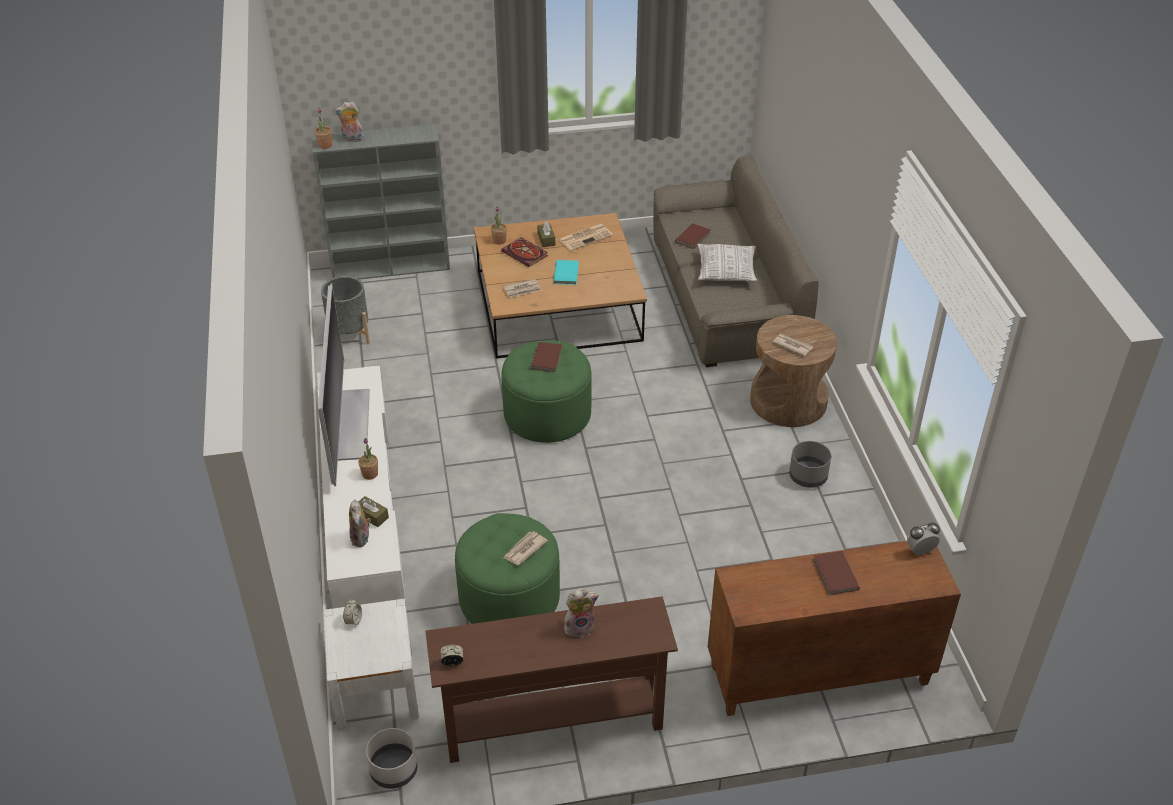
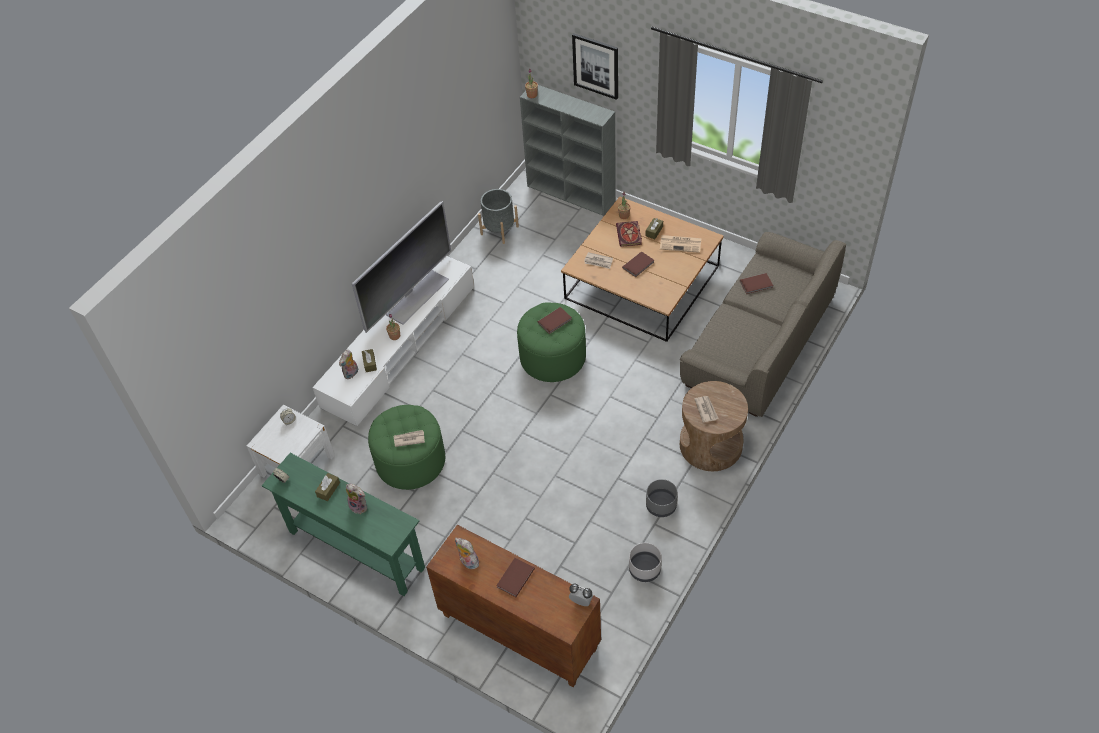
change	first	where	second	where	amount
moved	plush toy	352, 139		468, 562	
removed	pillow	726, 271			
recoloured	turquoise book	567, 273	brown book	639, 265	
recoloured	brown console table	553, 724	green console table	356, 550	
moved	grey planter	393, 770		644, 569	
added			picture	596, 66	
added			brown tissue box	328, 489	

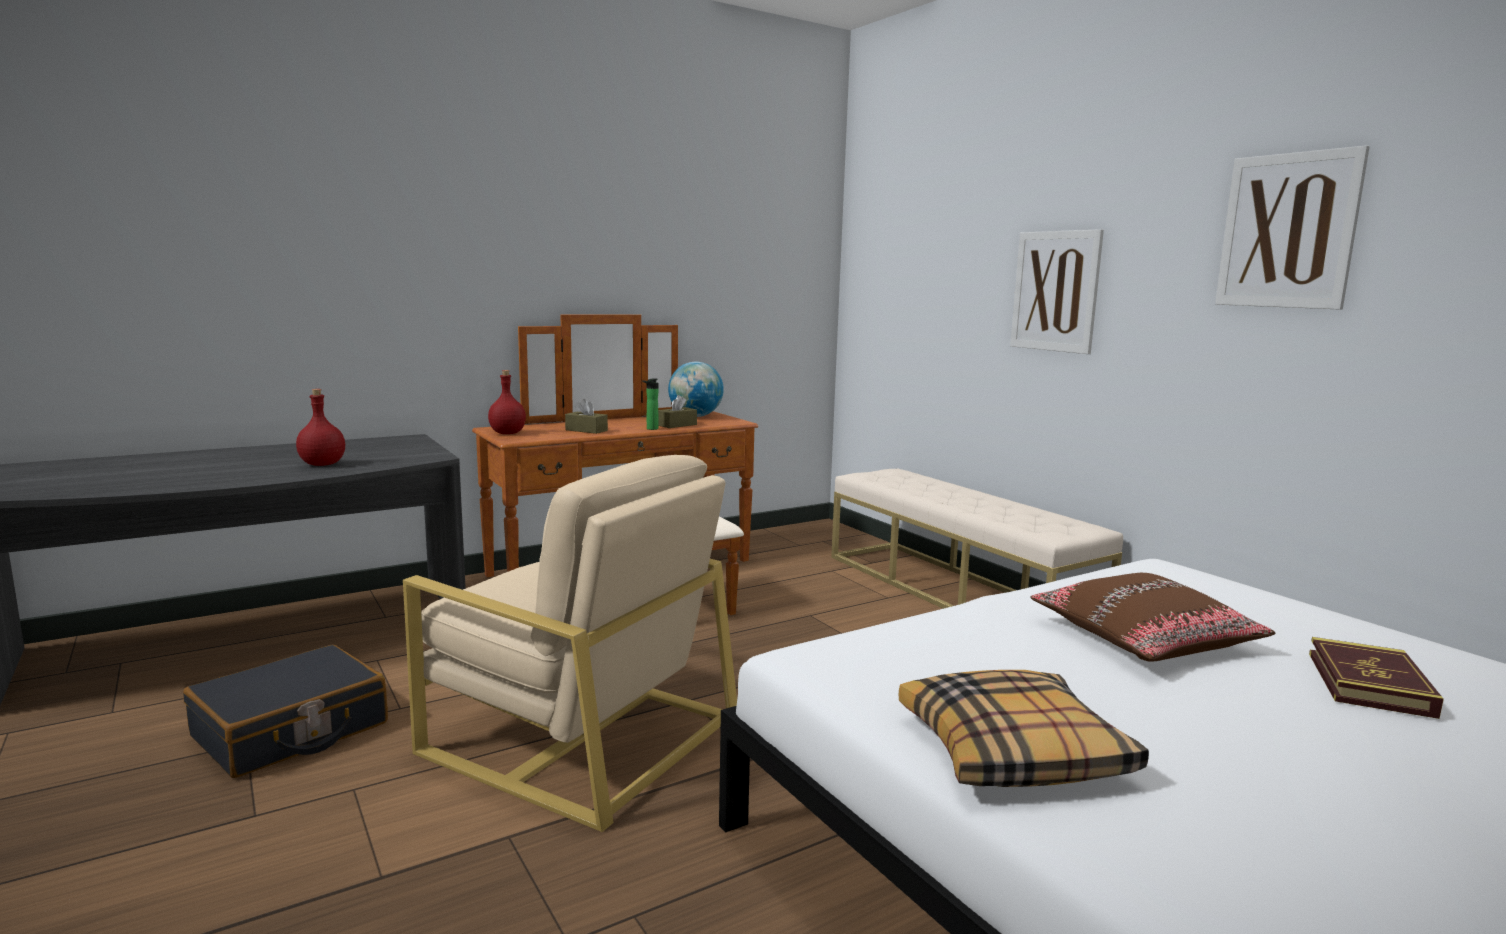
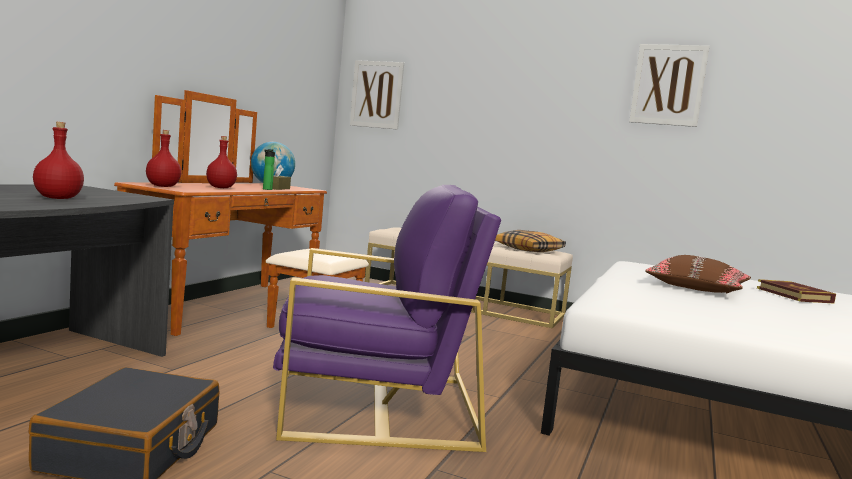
change	first	where	second	where	amount
moved	picture	1055, 291		377, 94	
replaced	brown tissue box	586, 430	red bottle	221, 188	
recoloured	beige armchair	580, 734	purple armchair	377, 405	
moved	pillow	1012, 752		529, 250	

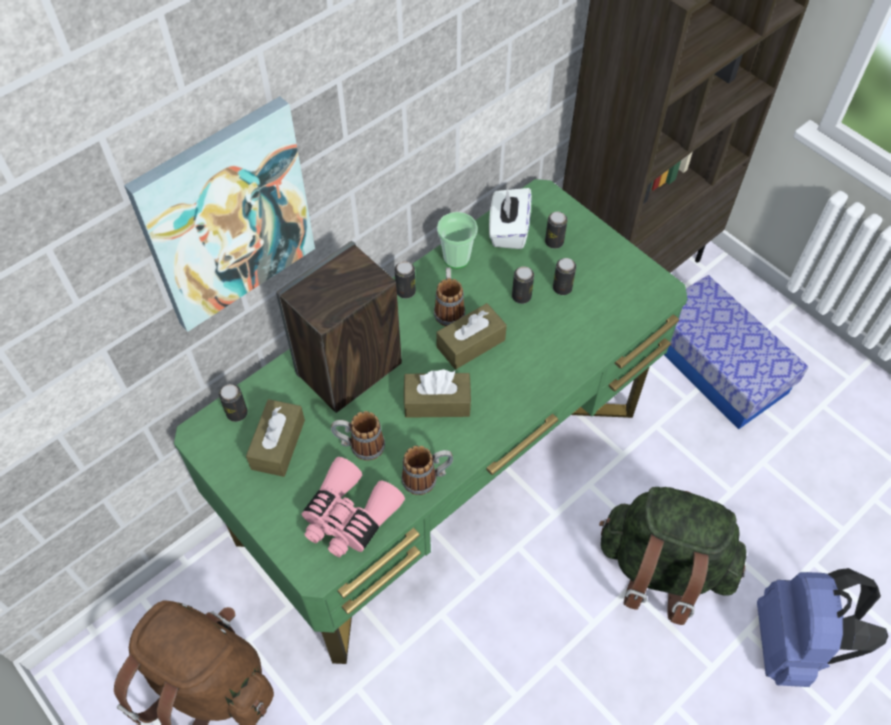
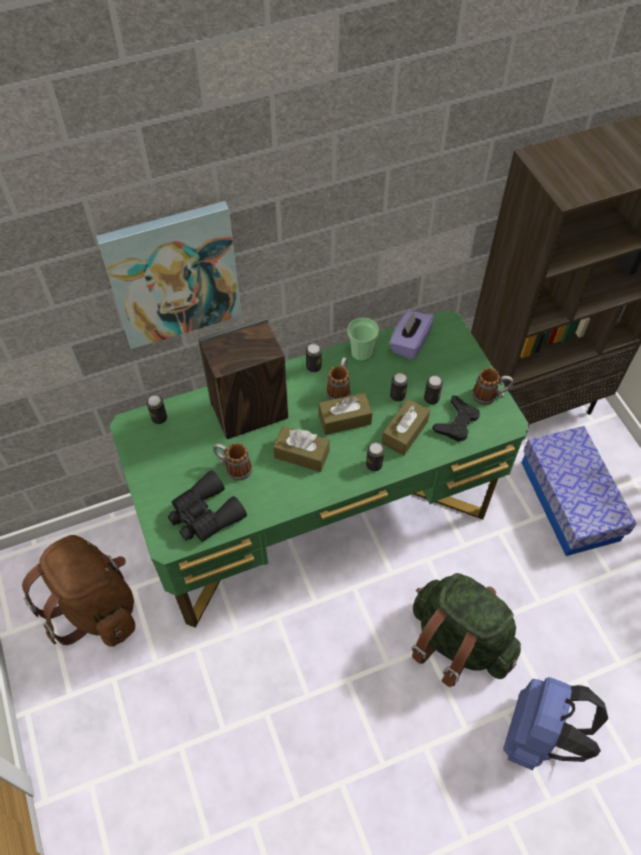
change	first	where	second	where	amount
recoloured	white tissue box	508, 230	purple tissue box	409, 343	
moved	can	554, 242		374, 465	
moved	brown tissue box	278, 444		404, 432	
moved	mug	427, 478		489, 396	
recoloured	pink binoculars	348, 516	black binoculars	205, 515	
added			black game controller	456, 422	

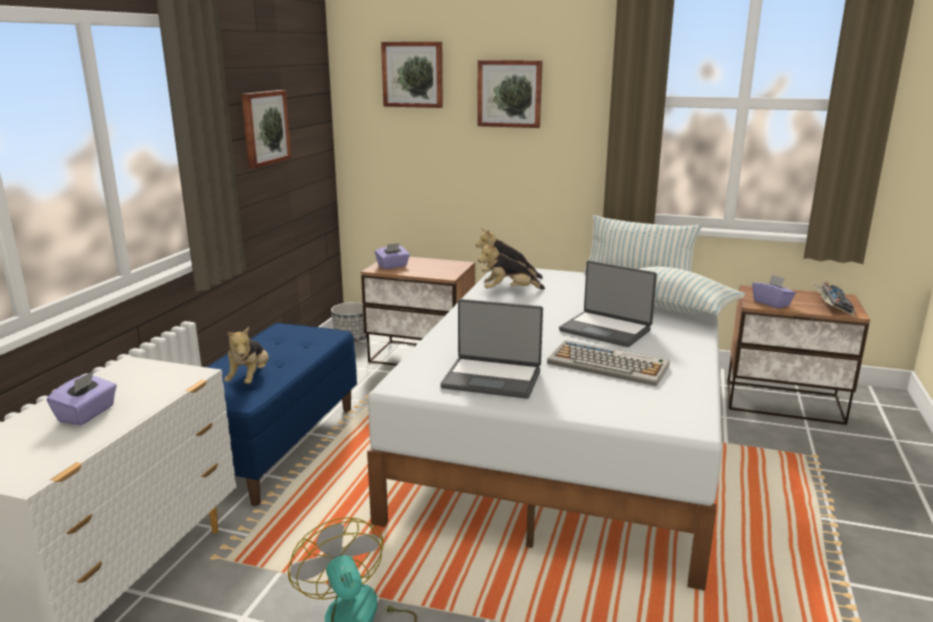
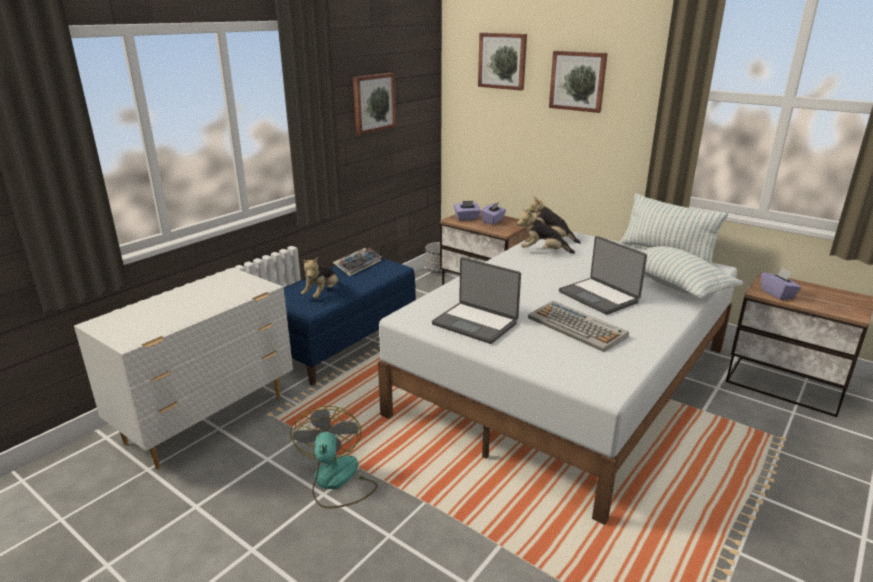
change	first	where	second	where	amount
moved	keyboard	832, 304		358, 265	
moved	purple tissue box	87, 414		493, 221	

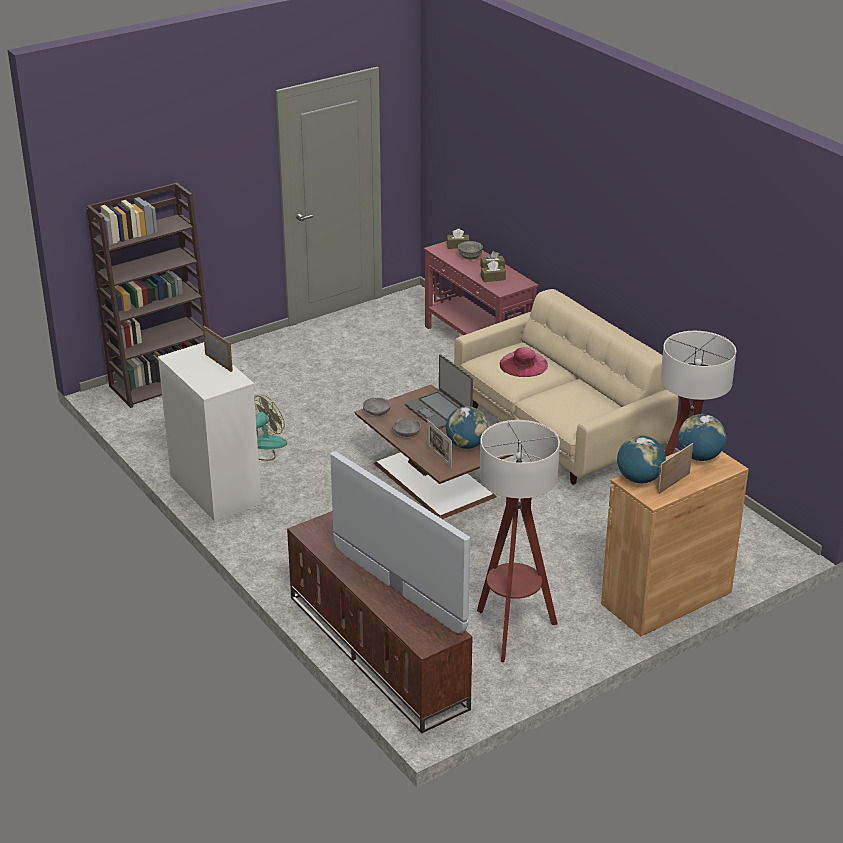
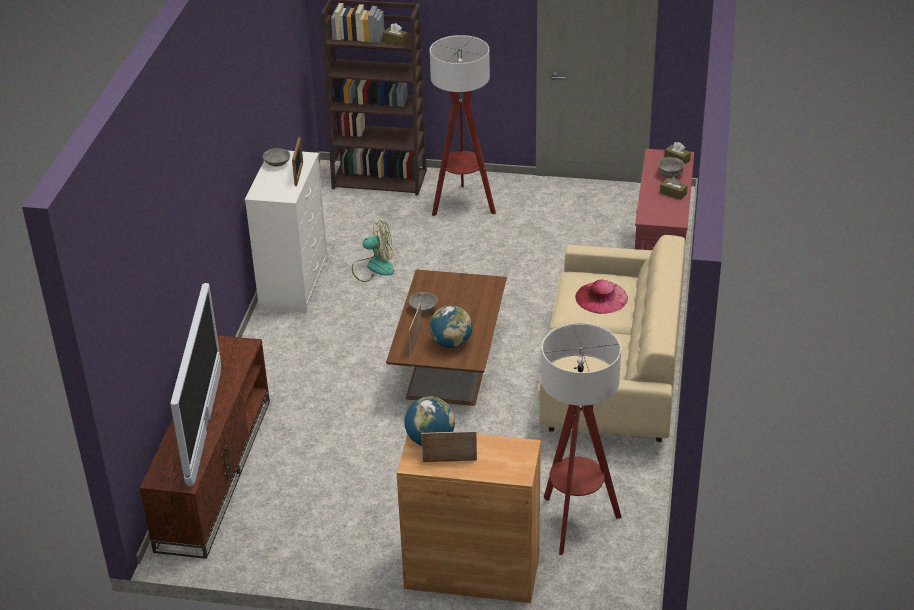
change	first	where	second	where	amount
moved	brown tissue box	493, 278		395, 41	
removed	laptop	439, 411			
moved	grey bowl	376, 413		276, 163	
removed	globe	699, 457			
moved	floor lamp	512, 631		463, 204	

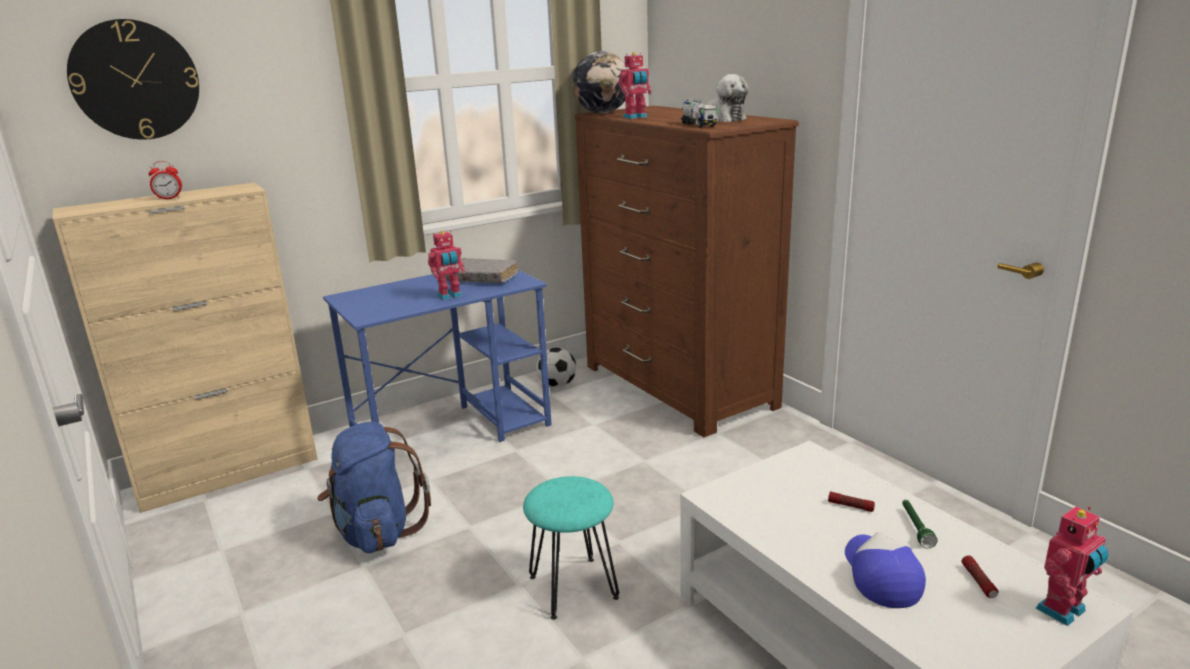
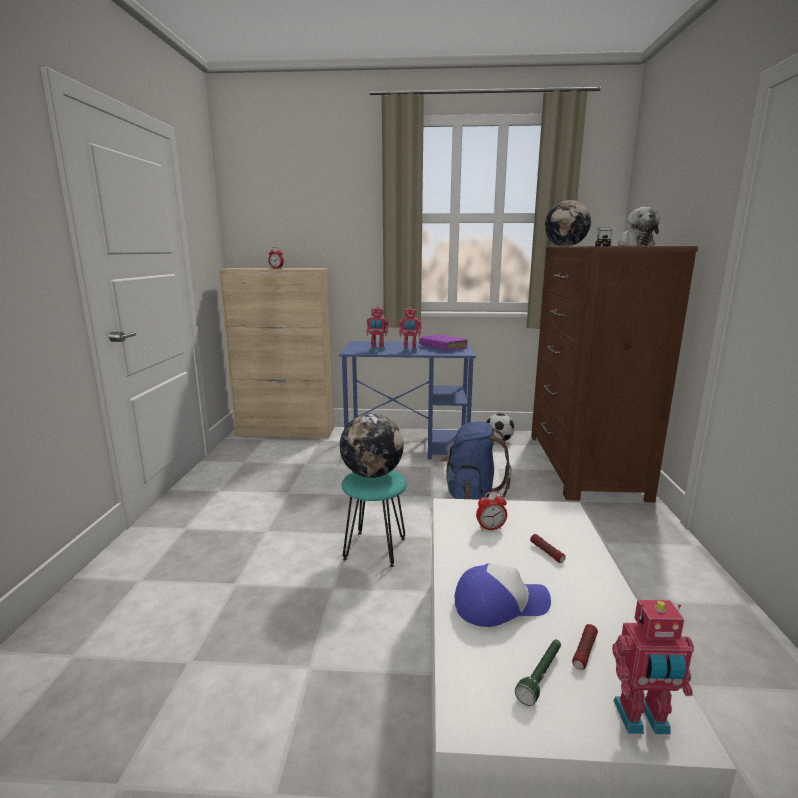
change	first	where	second	where	amount
removed	wall clock	135, 80			
moved	toy robot	635, 117		377, 350	
recoloured	grey book	482, 278	purple book	443, 347	
moved	blue backpack	376, 532		471, 495	
moved	green flashlight	915, 528		541, 676	
turned	cap	880, 575		500, 604	45 degrees clockwise
added			globe	372, 474	
added			alarm clock	490, 528	

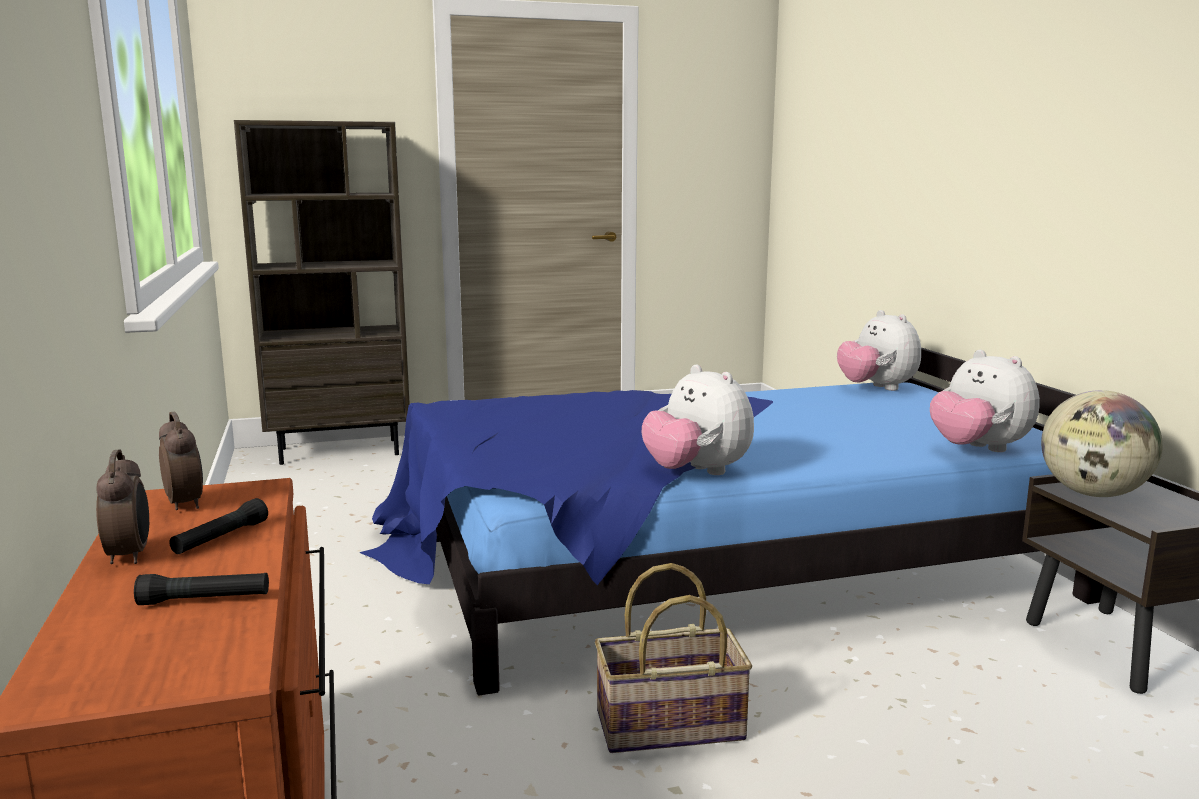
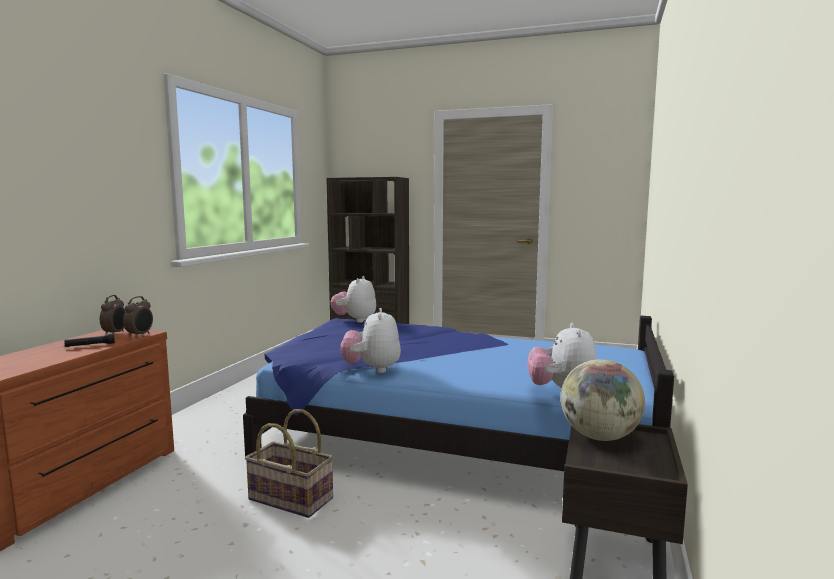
change	first	where	second	where	amount
moved	plush toy	876, 388		355, 320	
moved	alarm clock	130, 555		140, 335	
removed	black flashlight	204, 600			

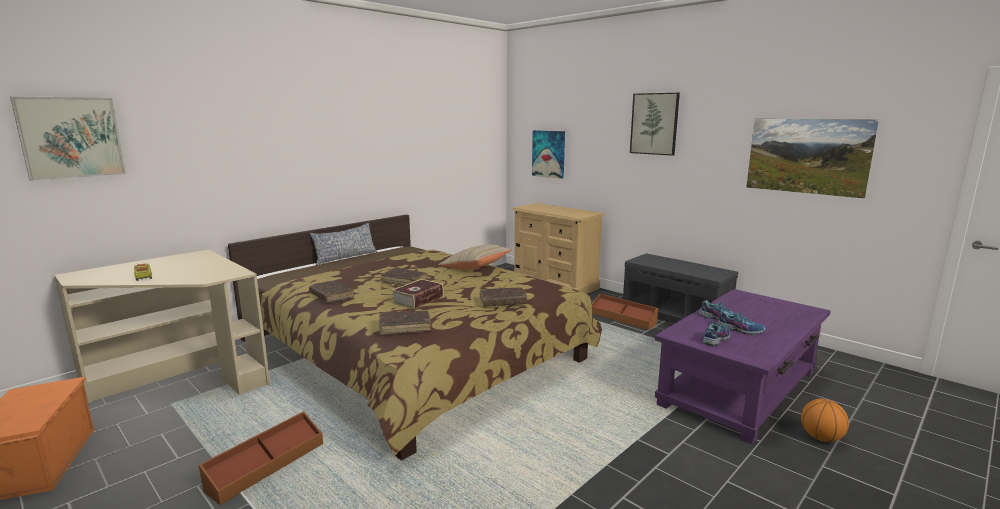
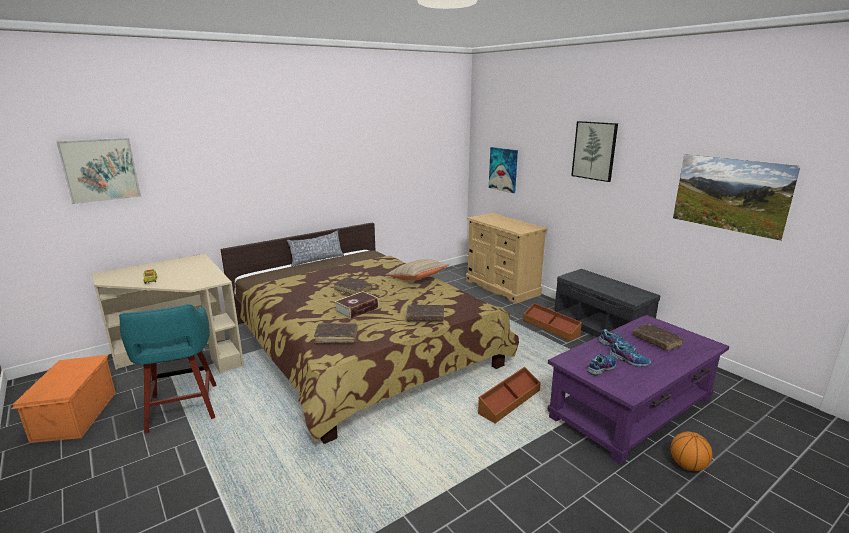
change	first	where	second	where	amount
moved	brown book	331, 296		656, 341	
moved	brown storage box	266, 466		509, 401	
added			turquoise stool	182, 409	

